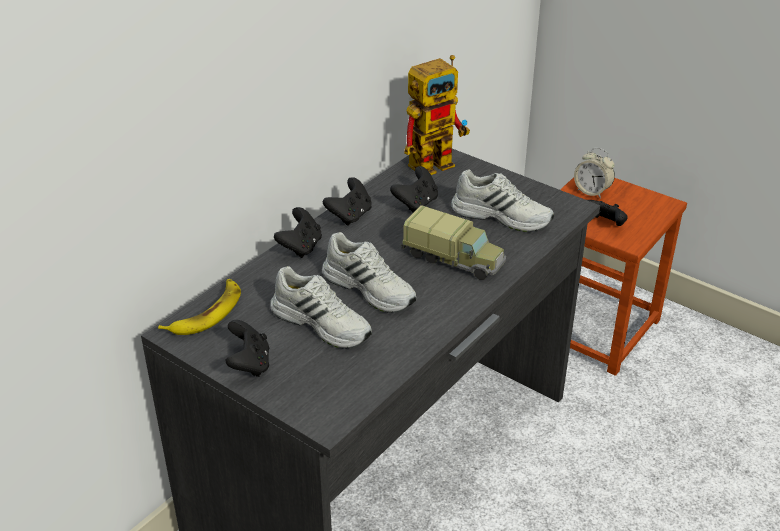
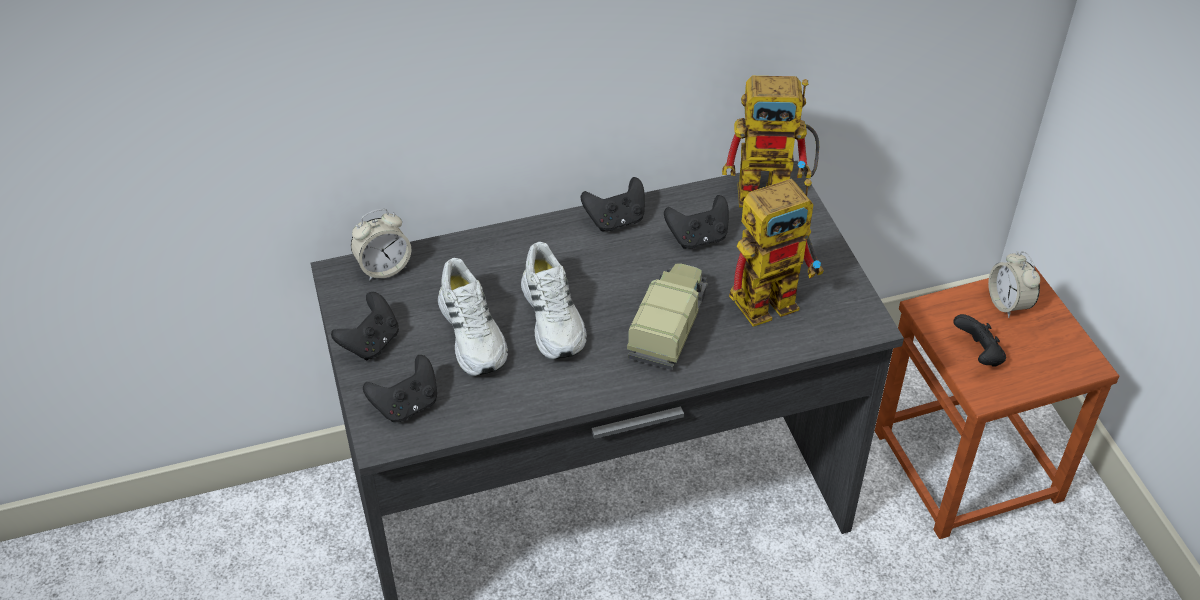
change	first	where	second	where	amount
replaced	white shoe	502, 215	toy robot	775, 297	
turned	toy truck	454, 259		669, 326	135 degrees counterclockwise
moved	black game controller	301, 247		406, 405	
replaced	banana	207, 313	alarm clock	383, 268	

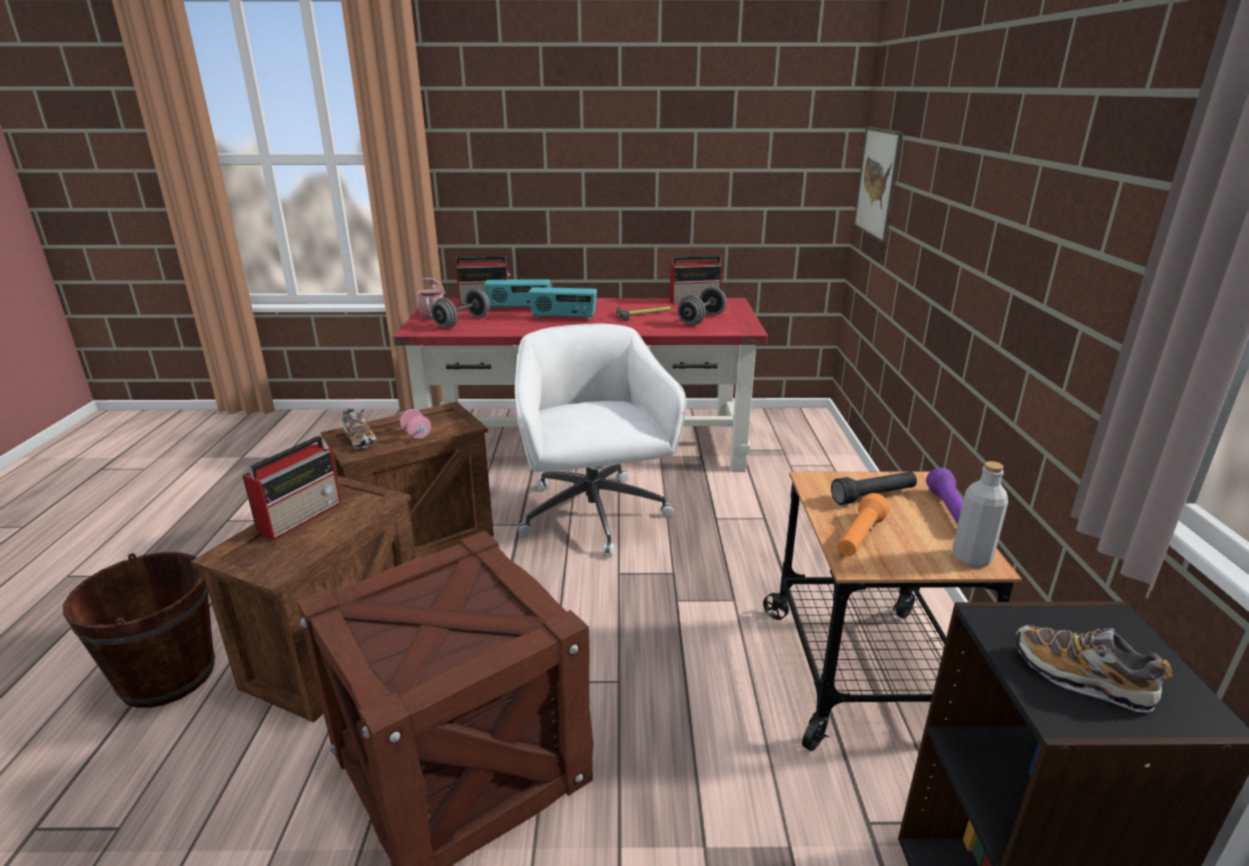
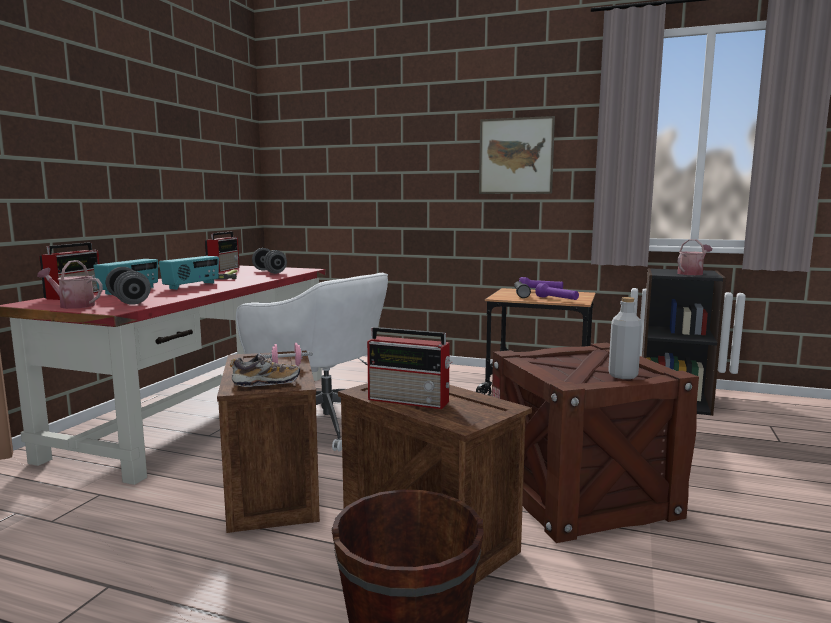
change	first	where	second	where	amount
moved	picture	877, 183		516, 156	
turned	white office chair	593, 516		324, 424	150 degrees counterclockwise
turned	radio	302, 515		410, 400	150 degrees clockwise
moved	grey bottle	971, 558		623, 376	
recoloured	orange flashlight	859, 537	purple flashlight	557, 299	
replaced	shoe	1081, 678	watering can	692, 273	

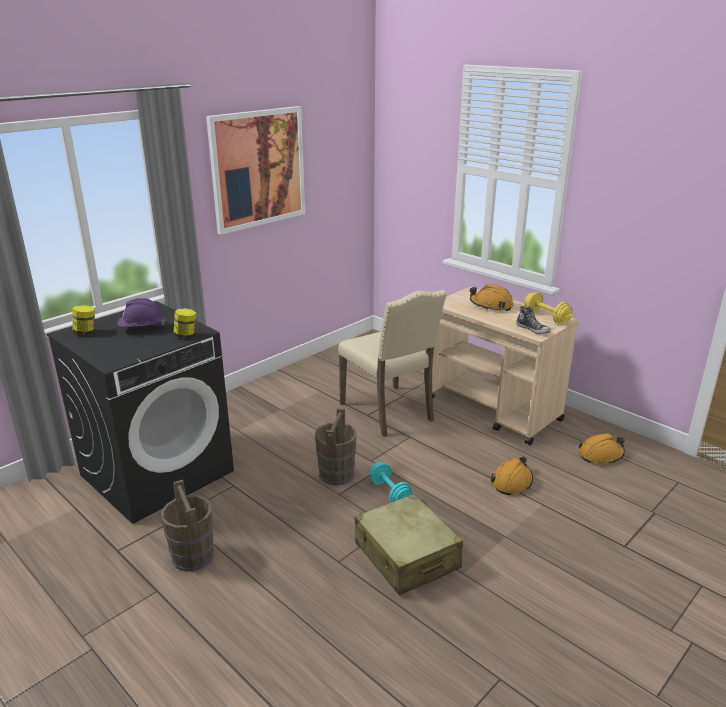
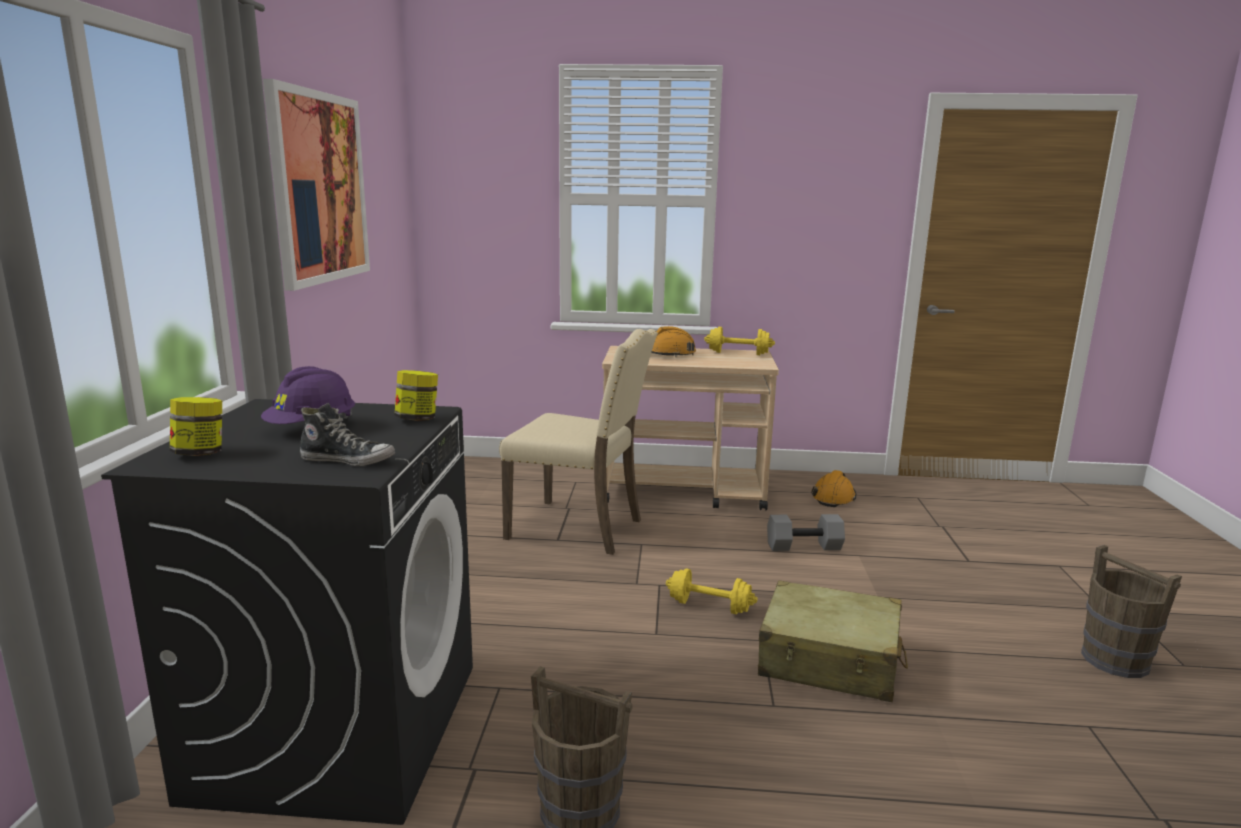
change	first	where	second	where	amount
moved	shoe	533, 329		348, 460	
moved	brown bucket	336, 474		1114, 660	
replaced	orange hard hat	512, 482	grey dumbbell	803, 547	
recoloured	turquoise dumbbell	390, 492	yellow dumbbell	709, 606	

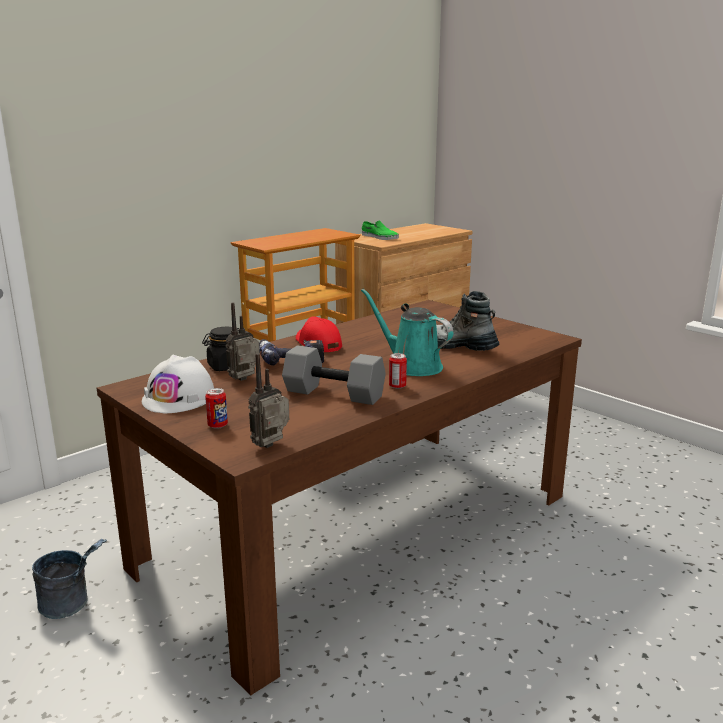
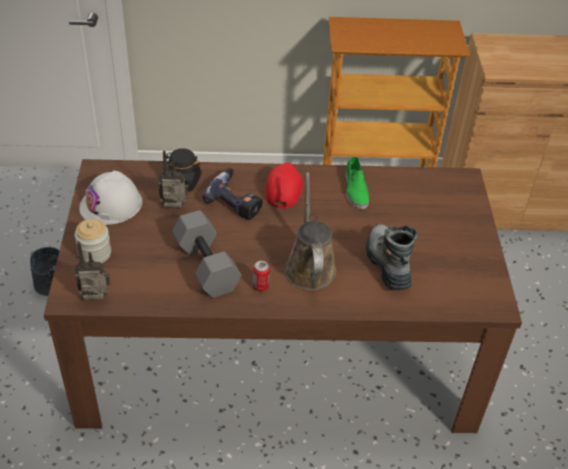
change	first	where	second	where	amount
moved	green shoe	379, 237		355, 189	
recoloured	turquoise watering can	411, 366	brown watering can	309, 266	
replaced	can	217, 425	jar	95, 254	

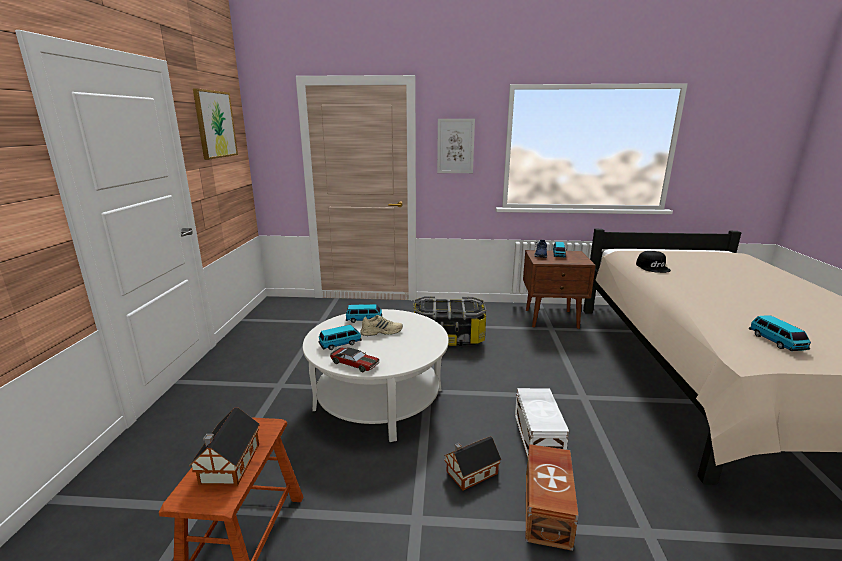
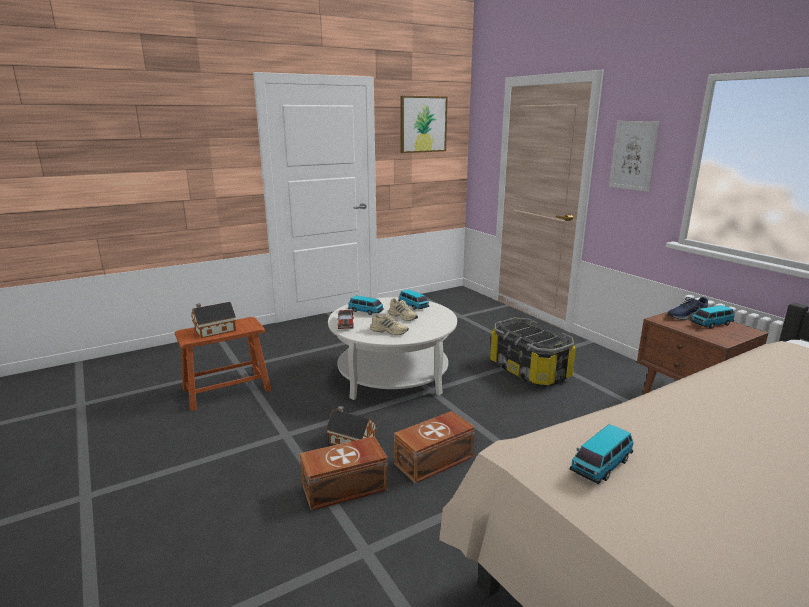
change	first	where	second	where	amount
removed	black cap	653, 267			
recoloured	white storage box	538, 436	brown storage box	435, 460	
added			beige shoe	389, 331	

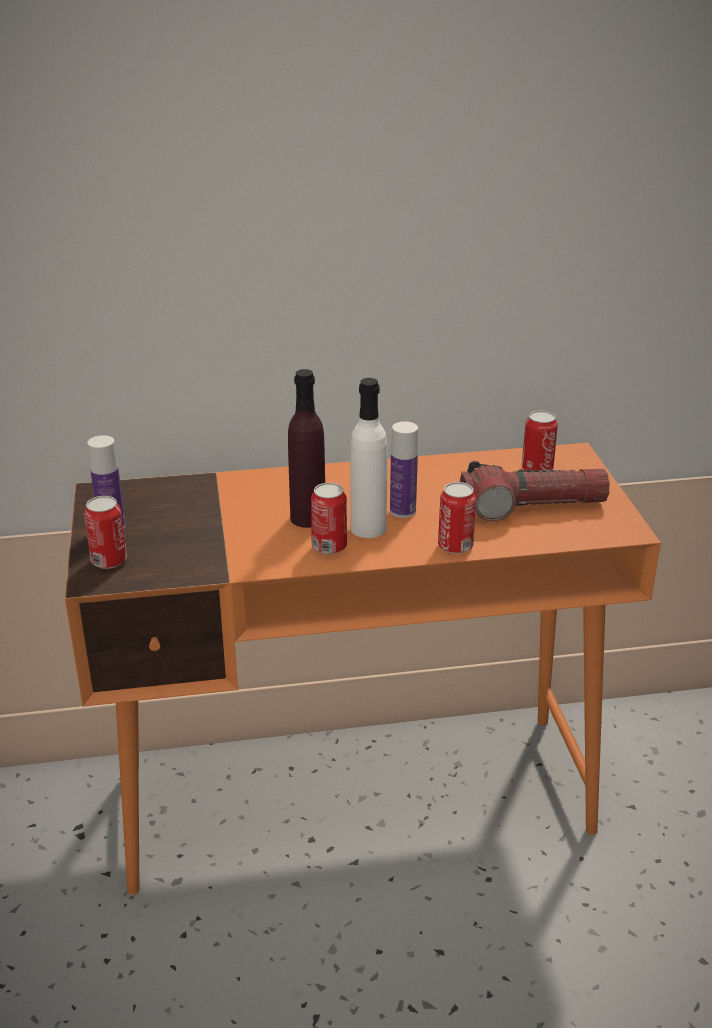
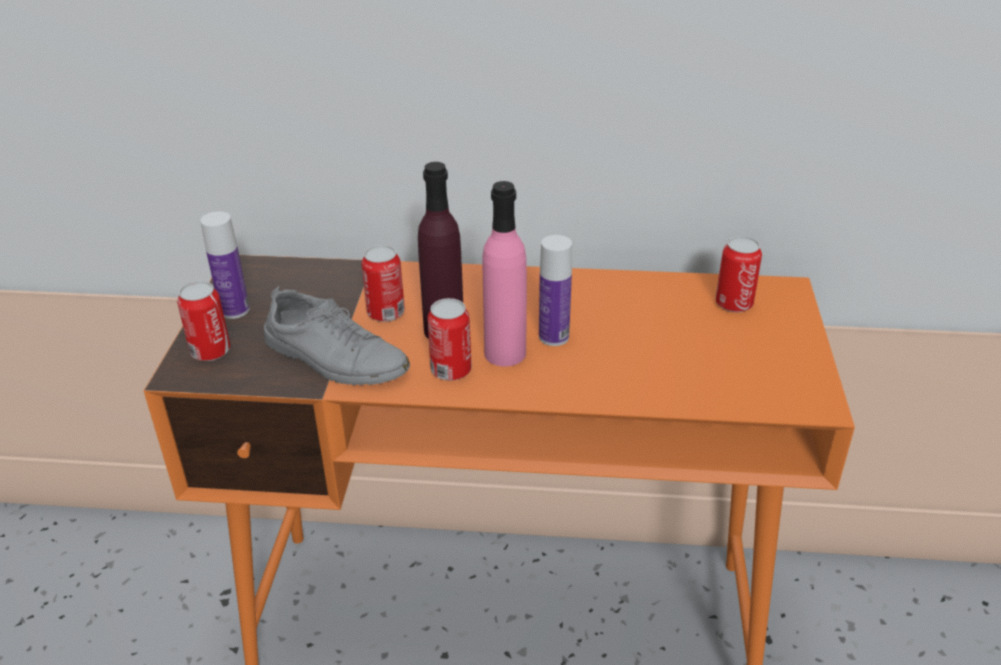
change	first	where	second	where	amount
recoloured	white bottle	368, 528	pink bottle	505, 353	
removed	flashlight	532, 506			
moved	can	455, 546		386, 313	
added			grey shoe	335, 358	

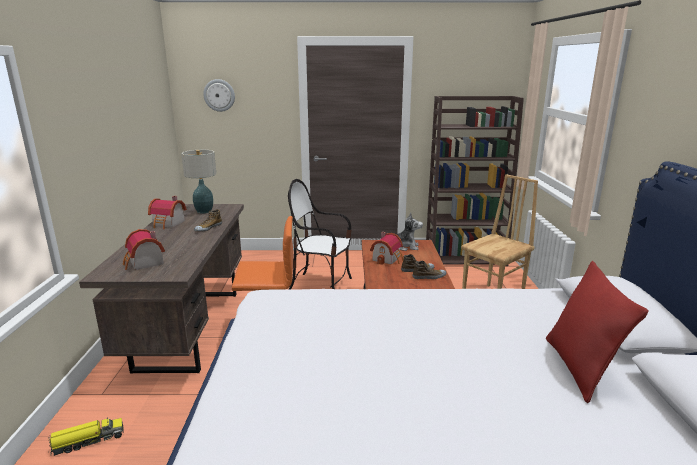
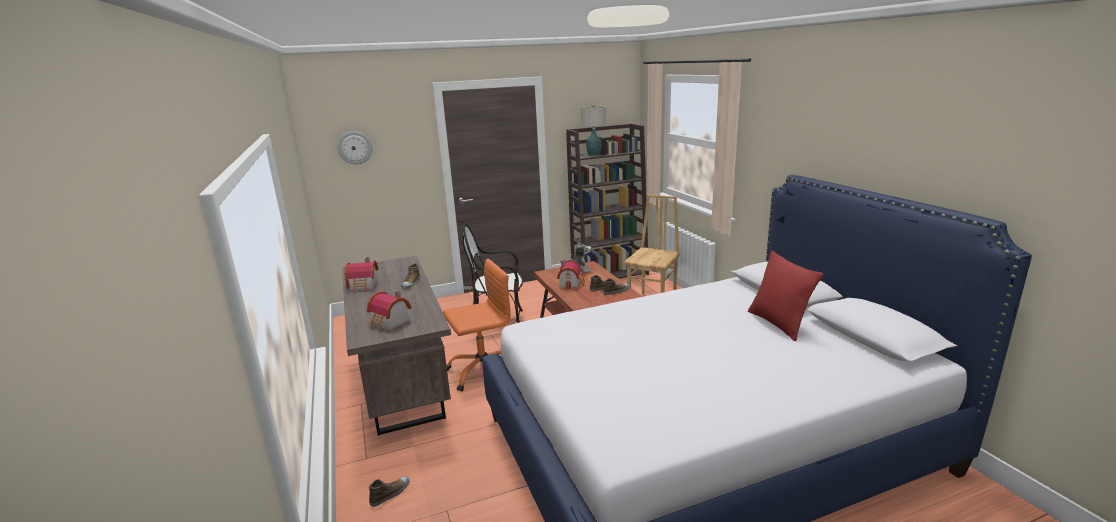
change	first	where	second	where	amount
moved	table lamp	204, 211		594, 155	
replaced	toy truck	88, 441	shoe	390, 494	

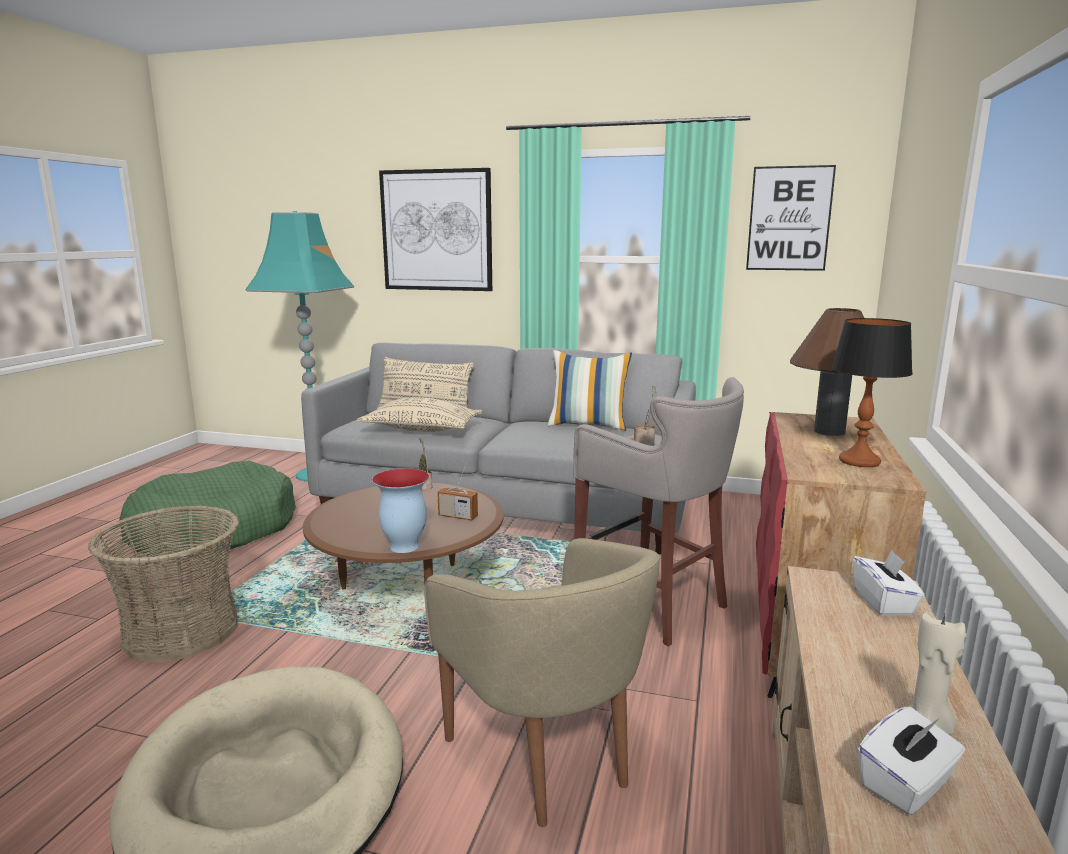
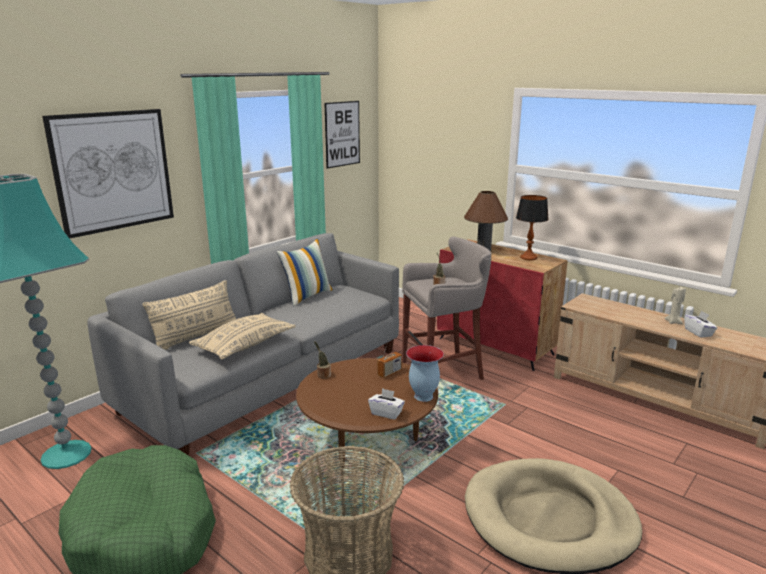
change	first	where	second	where	amount
removed	beige armchair	545, 757			
moved	white tissue box	883, 602		386, 413	

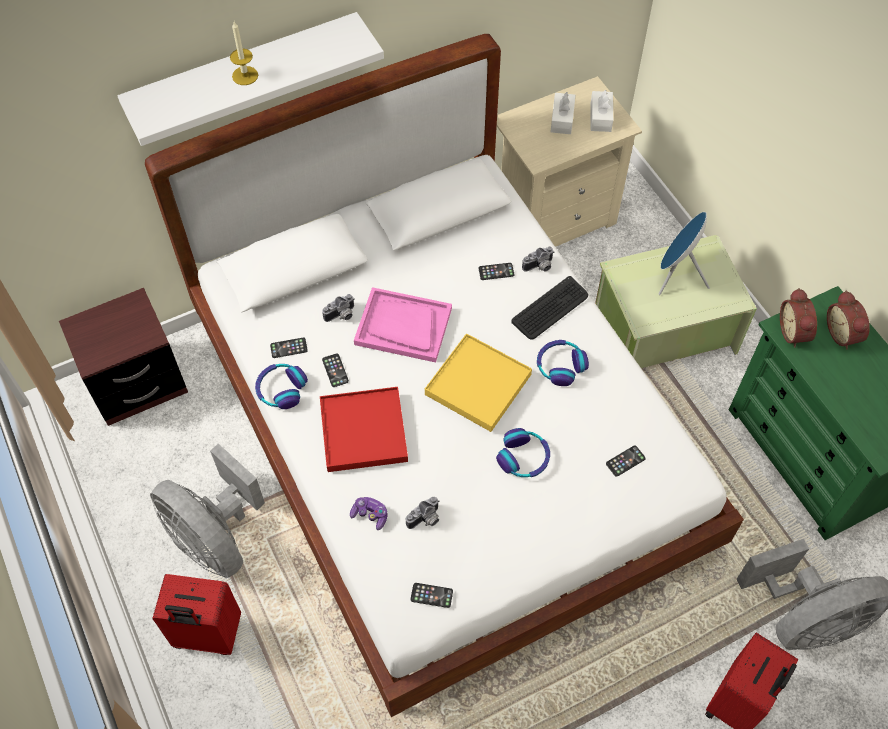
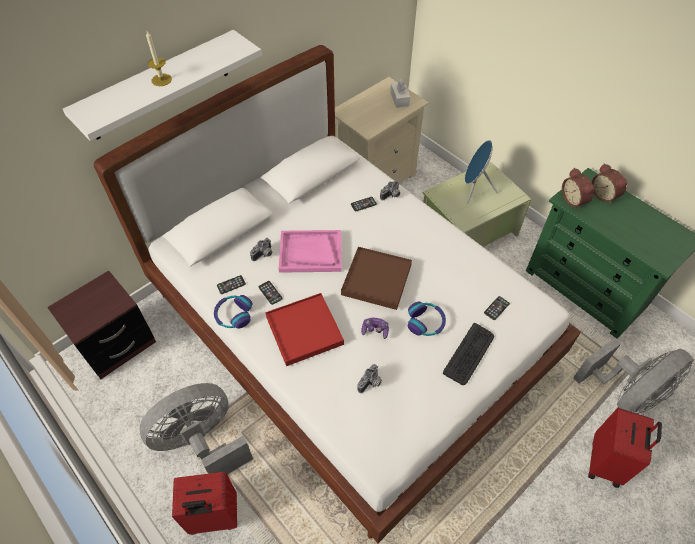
change	first	where	second	where	amount
removed	white tissue box	562, 119			
moved	keyboard	550, 309		469, 354	
recoloured	yellow tray	478, 384	brown tray	376, 279	
removed	headphones	560, 366			
turned	grey fan	216, 538		202, 441	120 degrees clockwise
moved	game controller	370, 515		375, 330	
removed	phone	431, 595			

